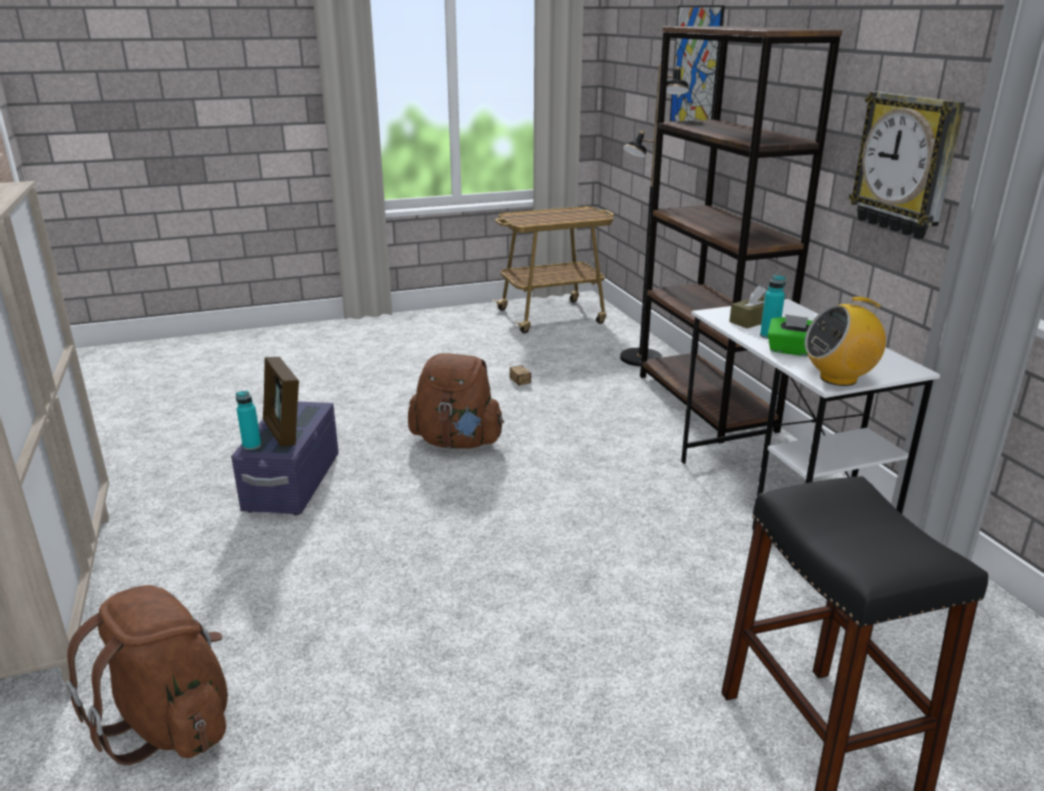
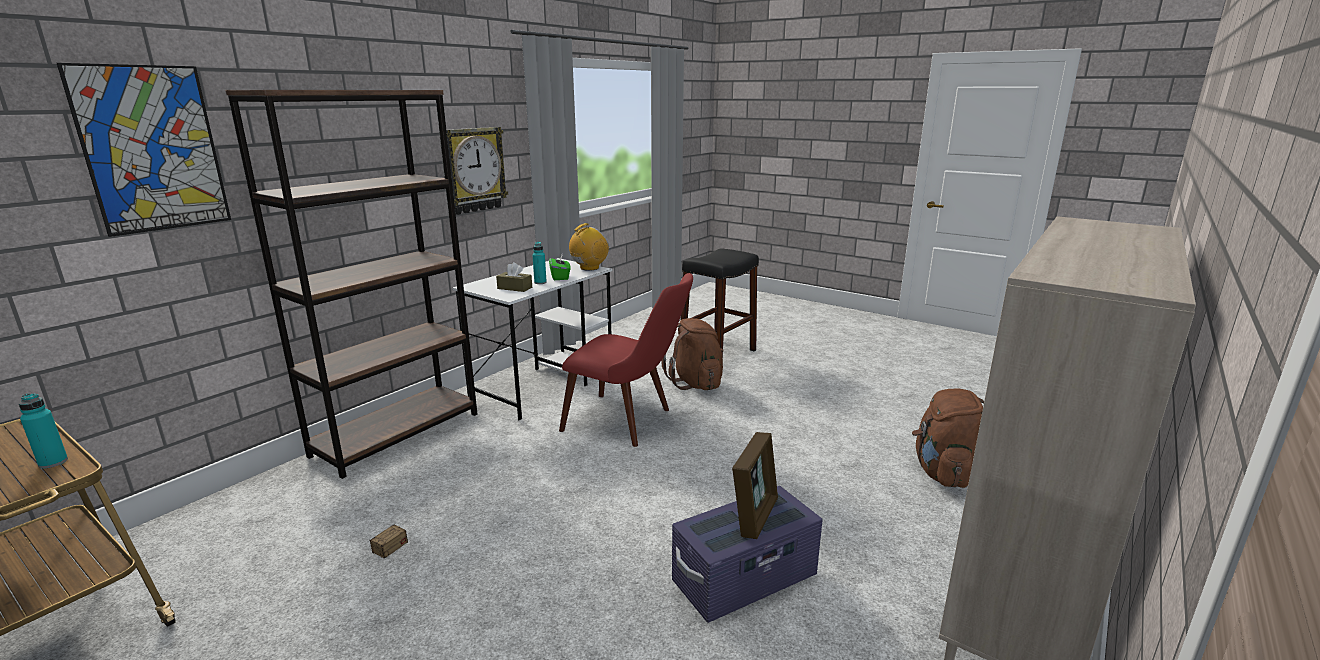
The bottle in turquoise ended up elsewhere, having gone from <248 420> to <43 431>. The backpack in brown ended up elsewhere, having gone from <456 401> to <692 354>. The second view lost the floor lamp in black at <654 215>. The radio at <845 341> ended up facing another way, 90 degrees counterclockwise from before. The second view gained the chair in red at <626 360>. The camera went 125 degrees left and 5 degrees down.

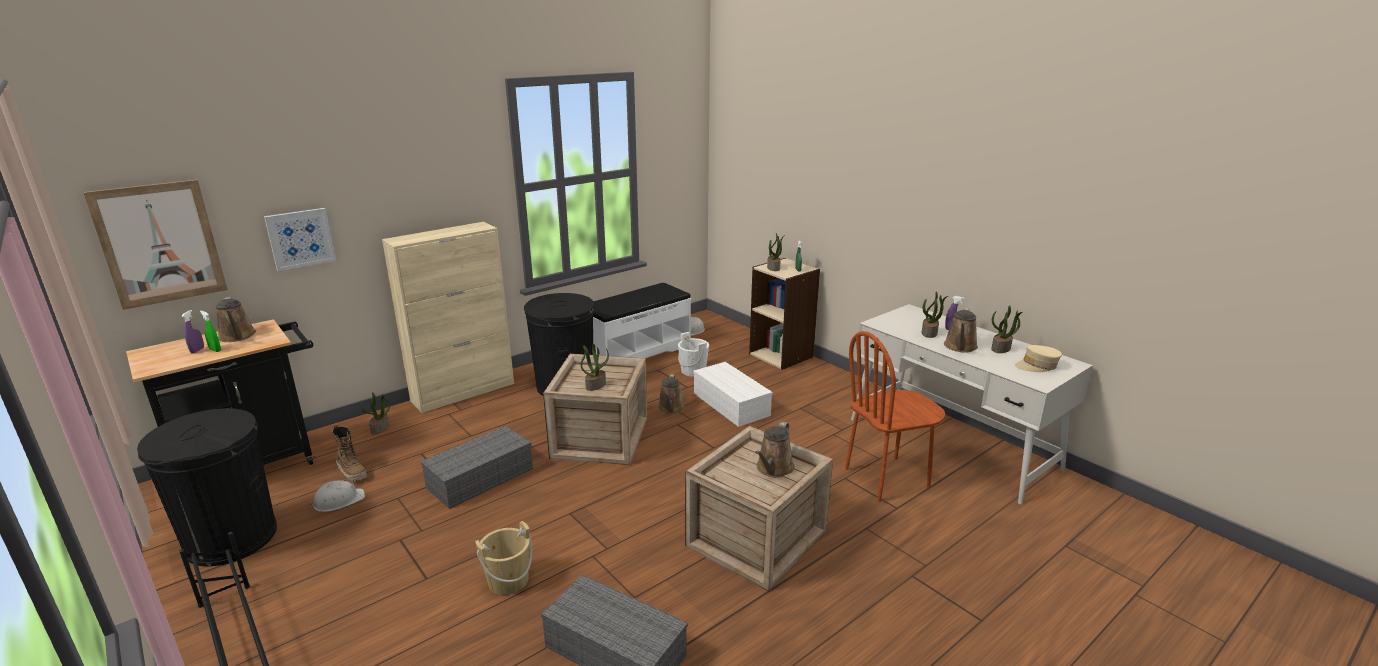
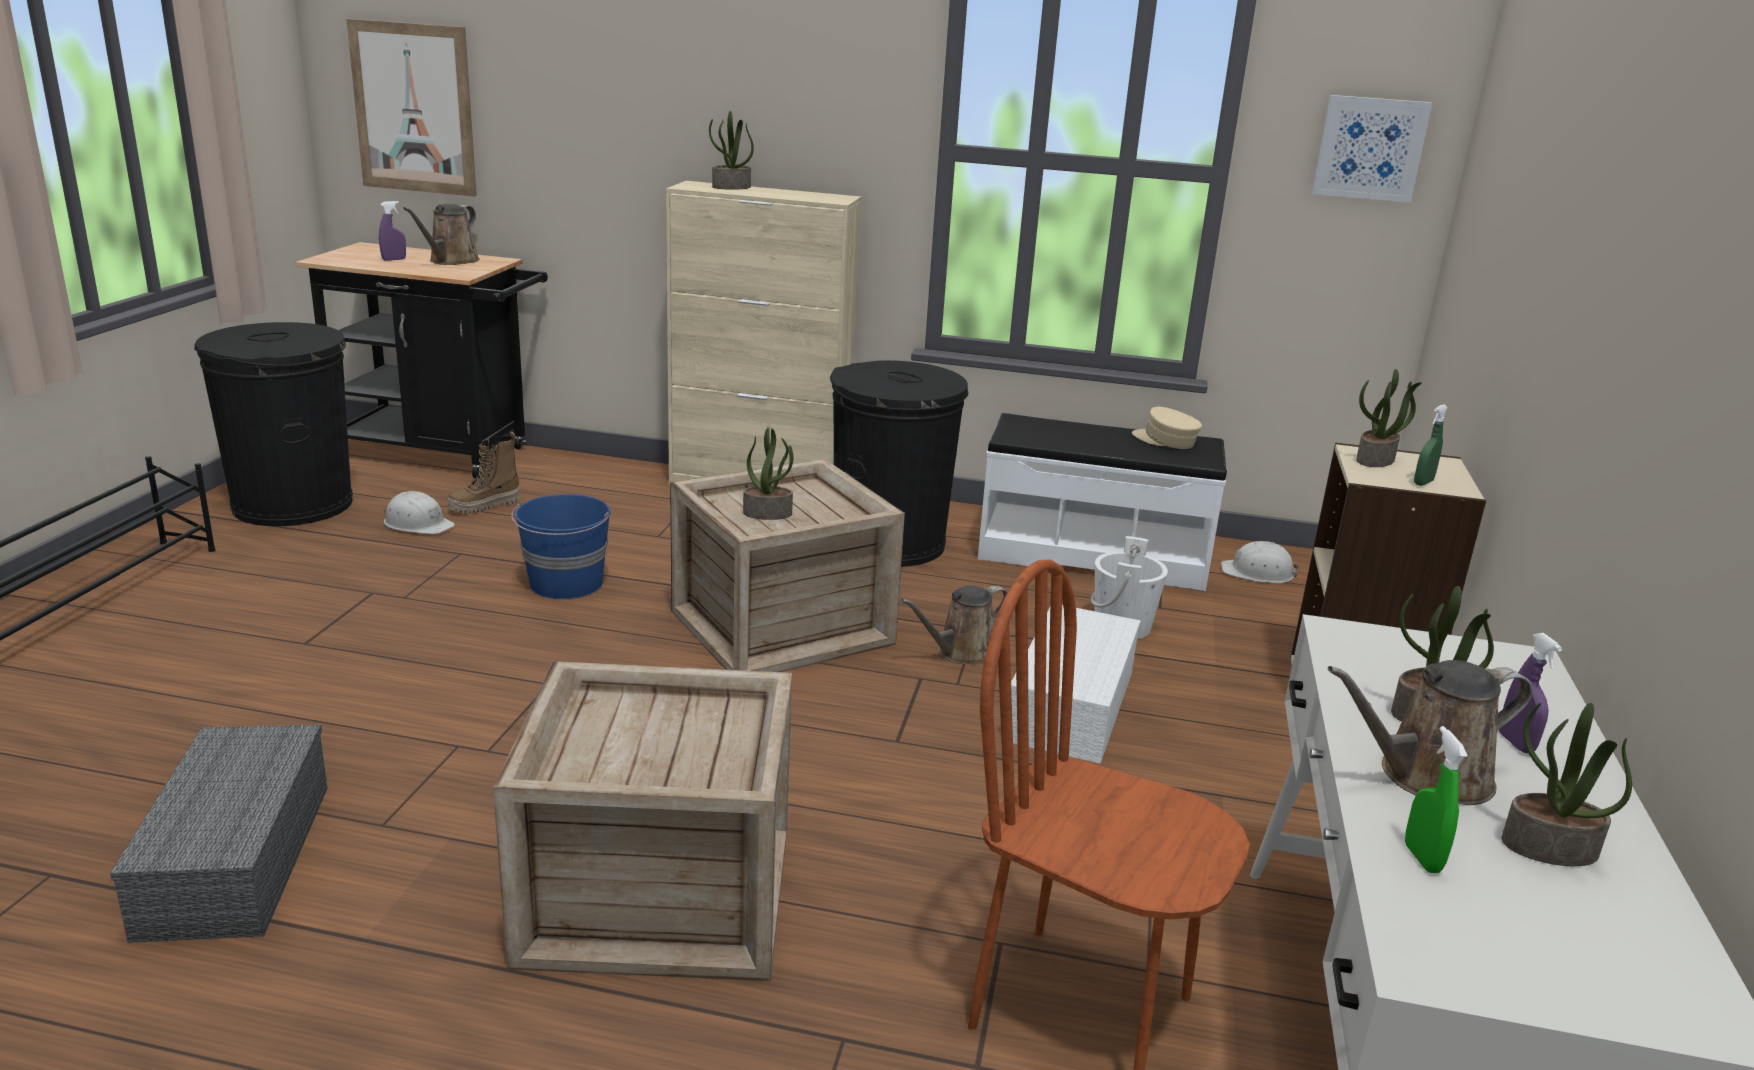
The spray bottle in green ended up elsewhere, having gone from <210 331> to <1436 799>. The picture ended up elsewhere, having gone from <300 239> to <1372 149>. The boot at <349 453> ended up facing another way, 45 degrees clockwise from before. The potted plant ended up elsewhere, having gone from <375 413> to <731 150>. Where the storage box in grey stood at <476 467>, the bucket in blue came to stand at <561 546>. The second view lost the bucket in beige at <503 558>. The second view lost the watering can in brown at <775 450>. The cap in beige ended up elsewhere, having gone from <1038 358> to <1167 428>. The camera went 50 degrees right and 0 degrees up.

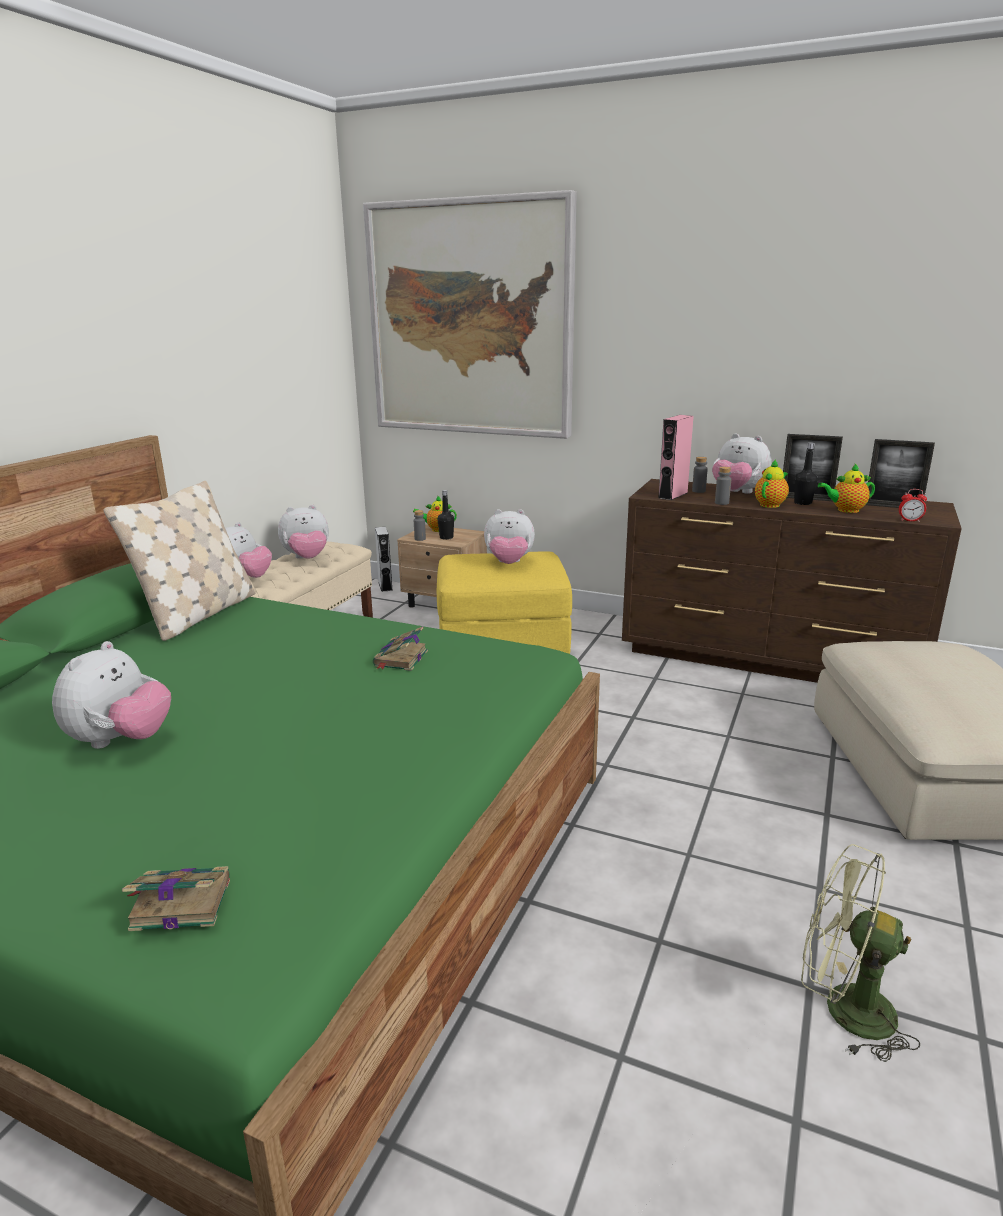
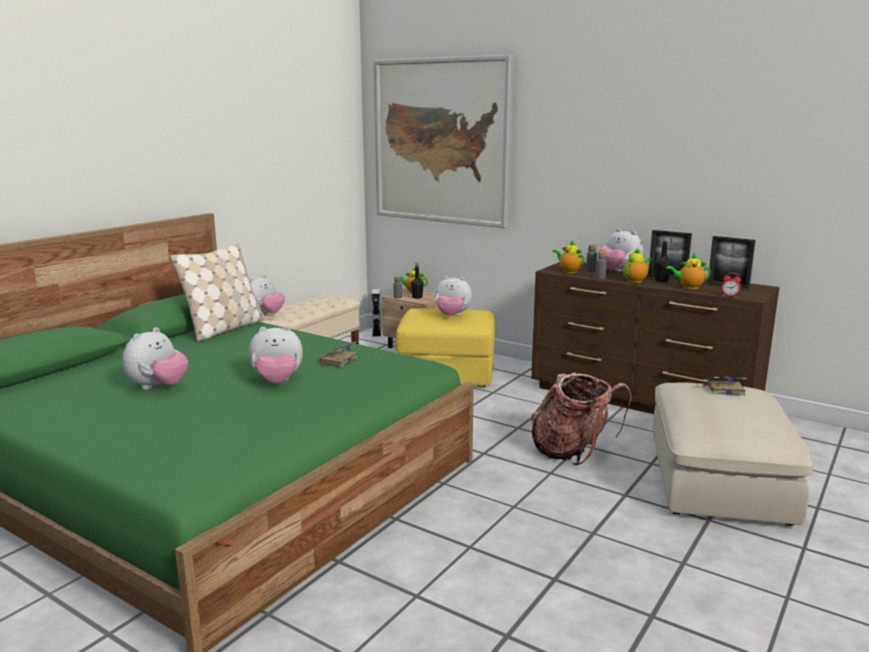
The book ended up elsewhere, having gone from <176 898> to <724 386>. The plush toy ended up elsewhere, having gone from <303 532> to <276 354>. Where the speaker in pink stood at <676 457>, the teapot came to stand at <568 256>. The second view lost the fan in green at <860 953>. The second view gained the backpack at <581 418>. The camera went 10 degrees right and 5 degrees down.

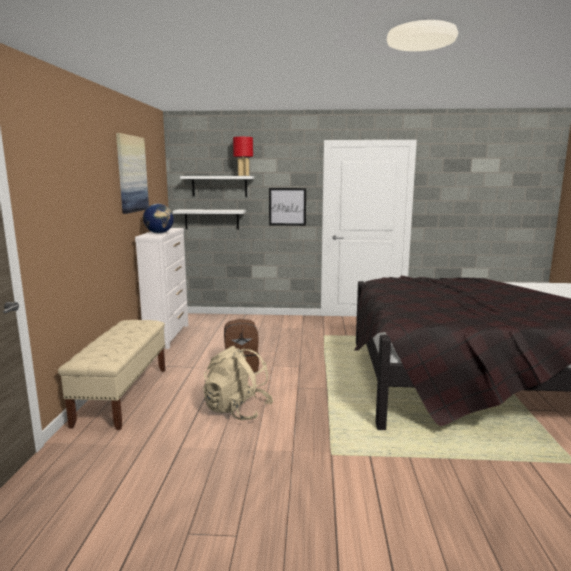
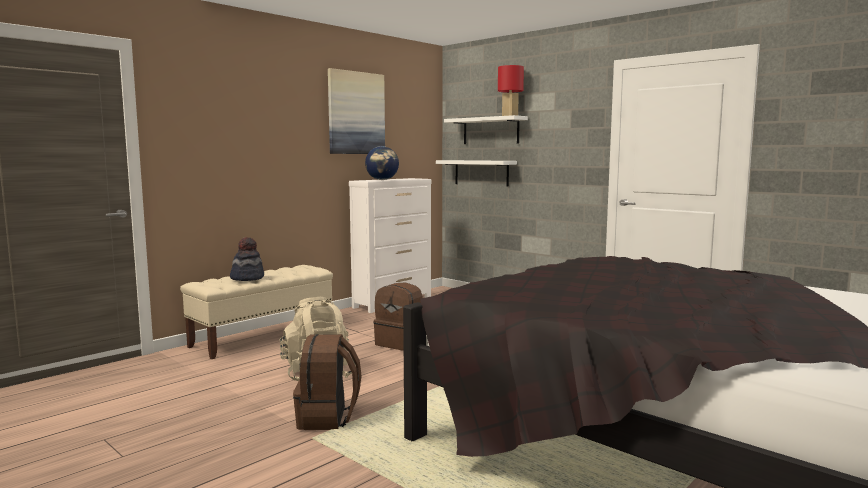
The second view lost the picture at <287 207>. The second view gained the hat at <247 259>. The second view gained the backpack in brown at <327 382>. The camera went 40 degrees right and 5 degrees down.

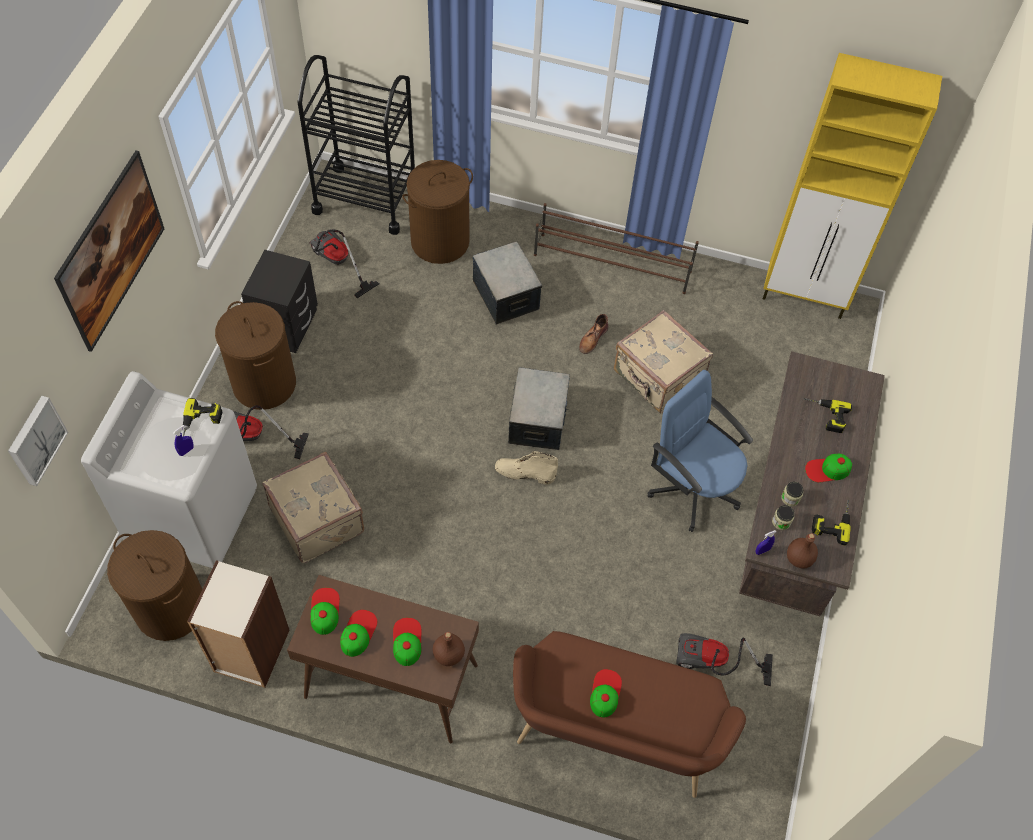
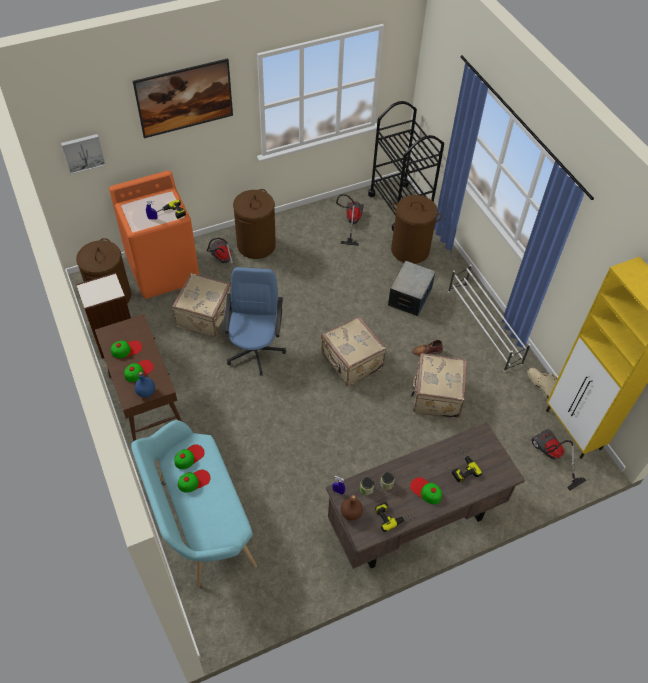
What was the washing machine in white at <169 469> turned into the washing machine in orange at <154 235>. The second view lost the nightstand in black at <279 301>. The cap ended up elsewhere, having gone from <325 611> to <189 456>. What was the bottle in brown at <449 649> turned into the bottle in blue at <145 384>. The boot in beige ended up elsewhere, having gone from <526 468> to <542 384>. Where the storage box stood at <539 408>, the suitcase in beige came to stand at <353 351>. What was the bench in brown at <629 714> turned into the bench in turquoise at <194 503>. What was the shoe rack in brown at <616 248> turned into the shoe rack in white at <489 318>. The office chair in blue ended up elsewhere, having gone from <700 451> to <254 321>. The vacuum cleaner ended up elsewhere, having gone from <724 659> to <559 460>. The camera went 50 degrees right and 5 degrees down.

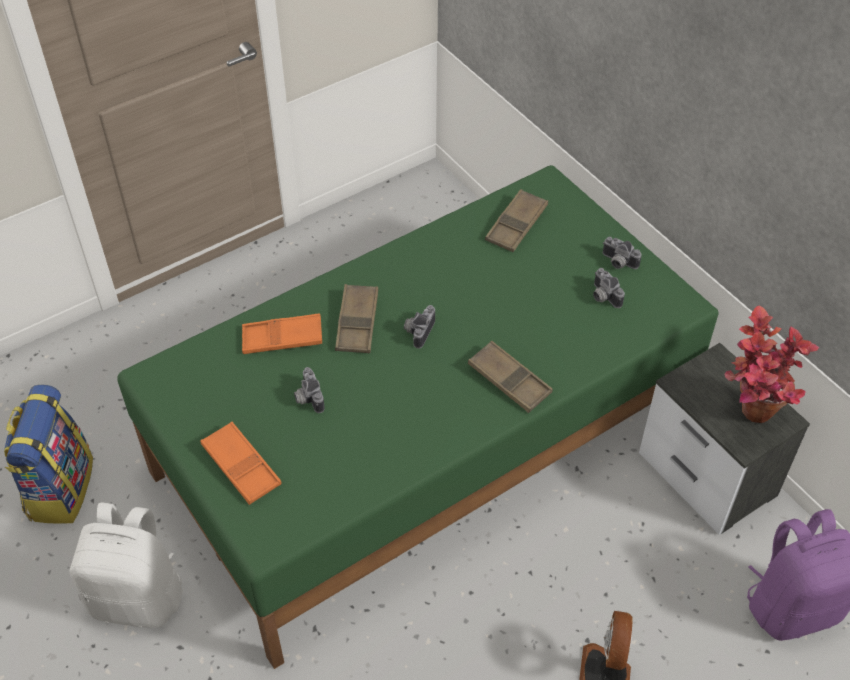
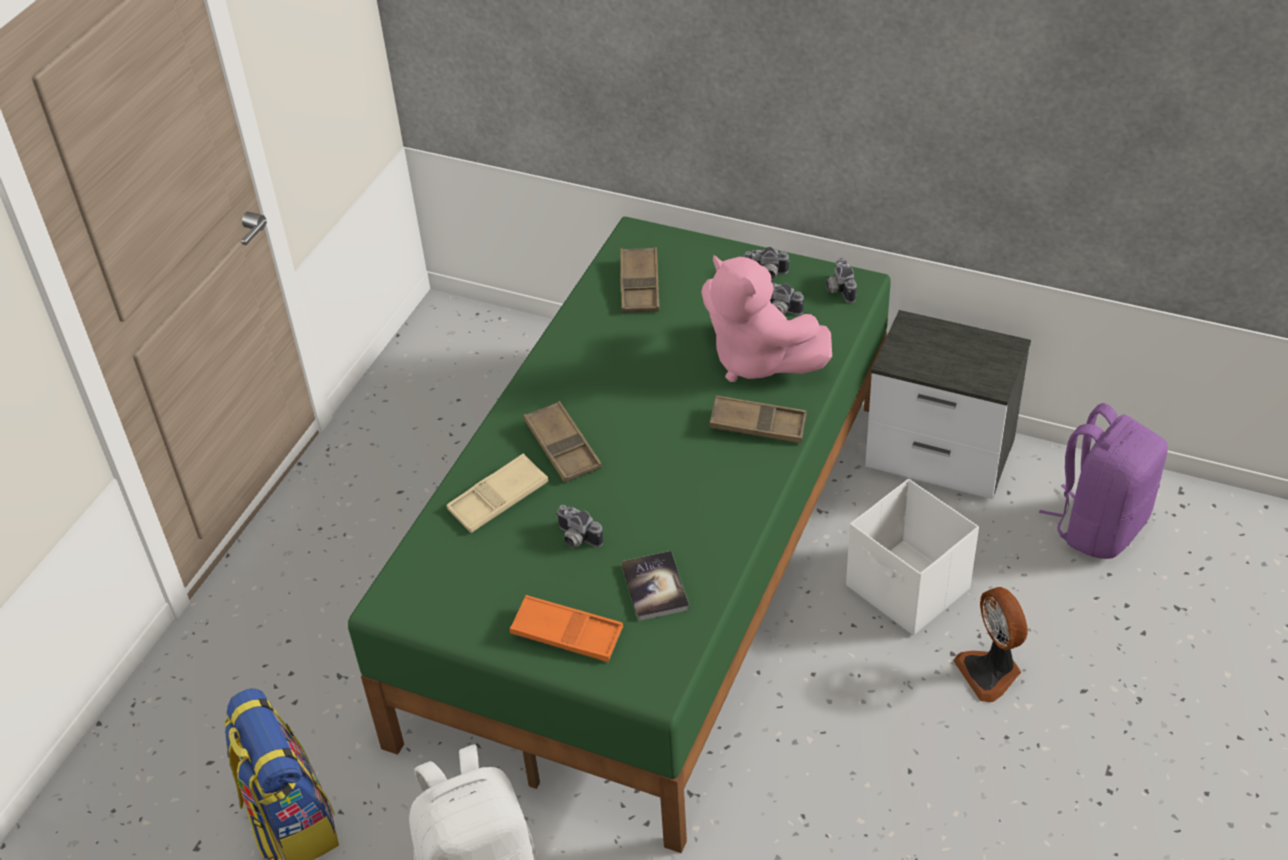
What was the tray in orange at <282 333> turned into the tray in beige at <497 493>. The photo camera ended up elsewhere, having gone from <419 327> to <841 280>. The second view lost the potted plant at <771 364>. The second view gained the book at <655 586>. The second view gained the plush toy in pink at <766 318>. The second view gained the storage box in white at <912 557>. The camera went 30 degrees left and 5 degrees down.

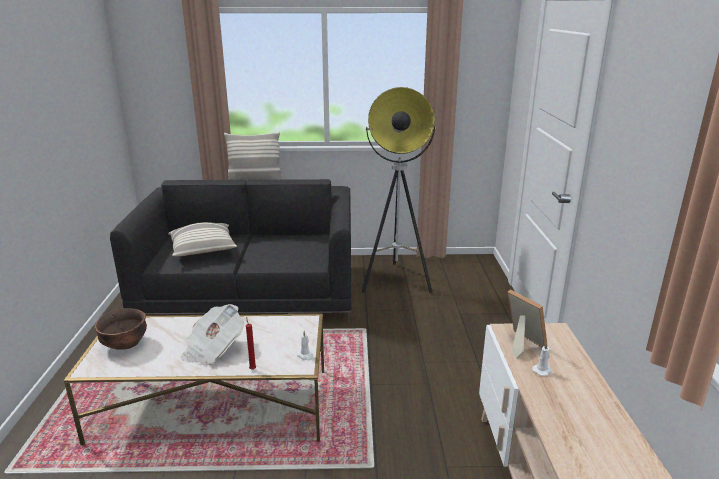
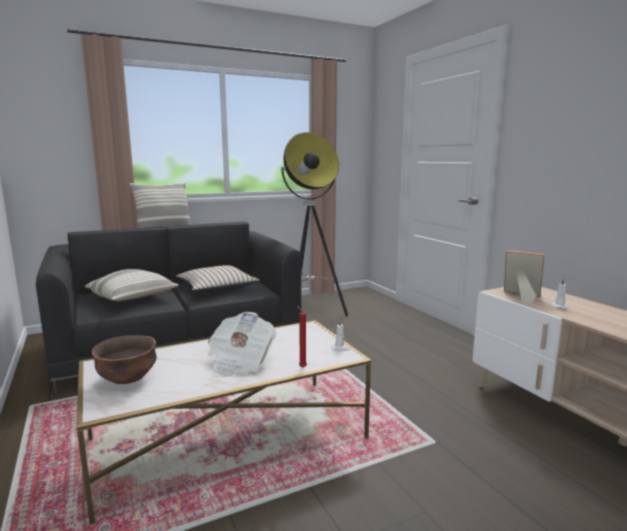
The second view gained the pillow in beige at <218 279>. The camera went 25 degrees left and 10 degrees down.

